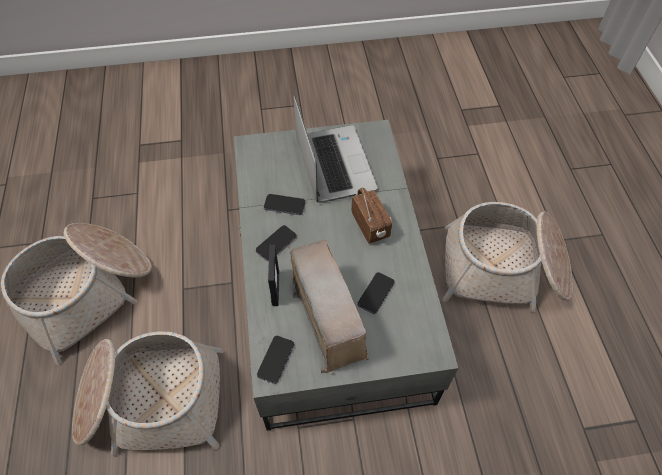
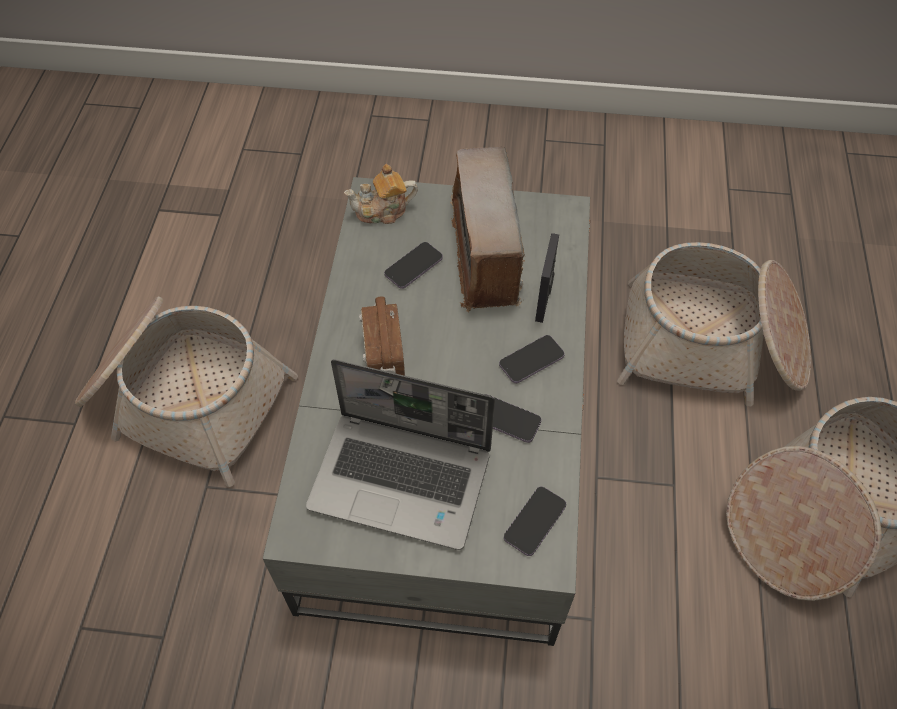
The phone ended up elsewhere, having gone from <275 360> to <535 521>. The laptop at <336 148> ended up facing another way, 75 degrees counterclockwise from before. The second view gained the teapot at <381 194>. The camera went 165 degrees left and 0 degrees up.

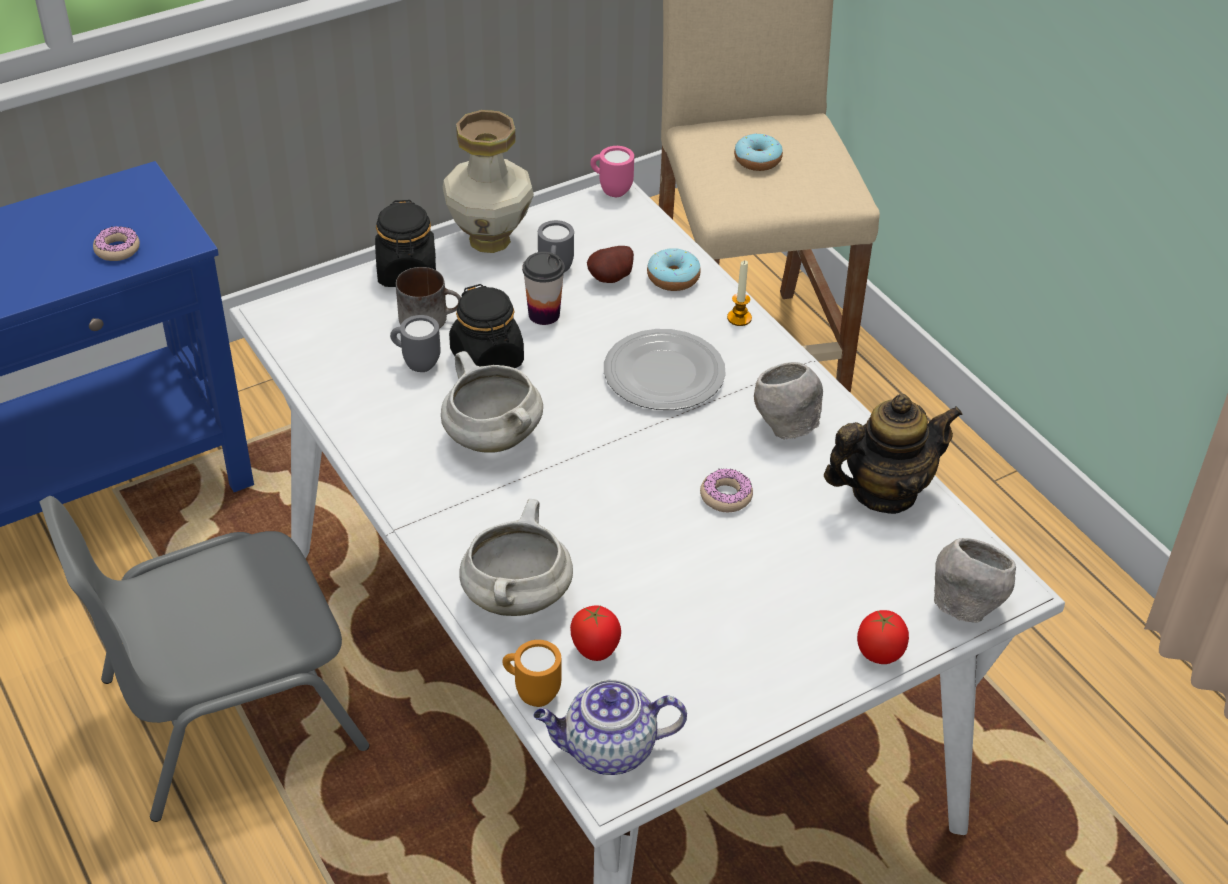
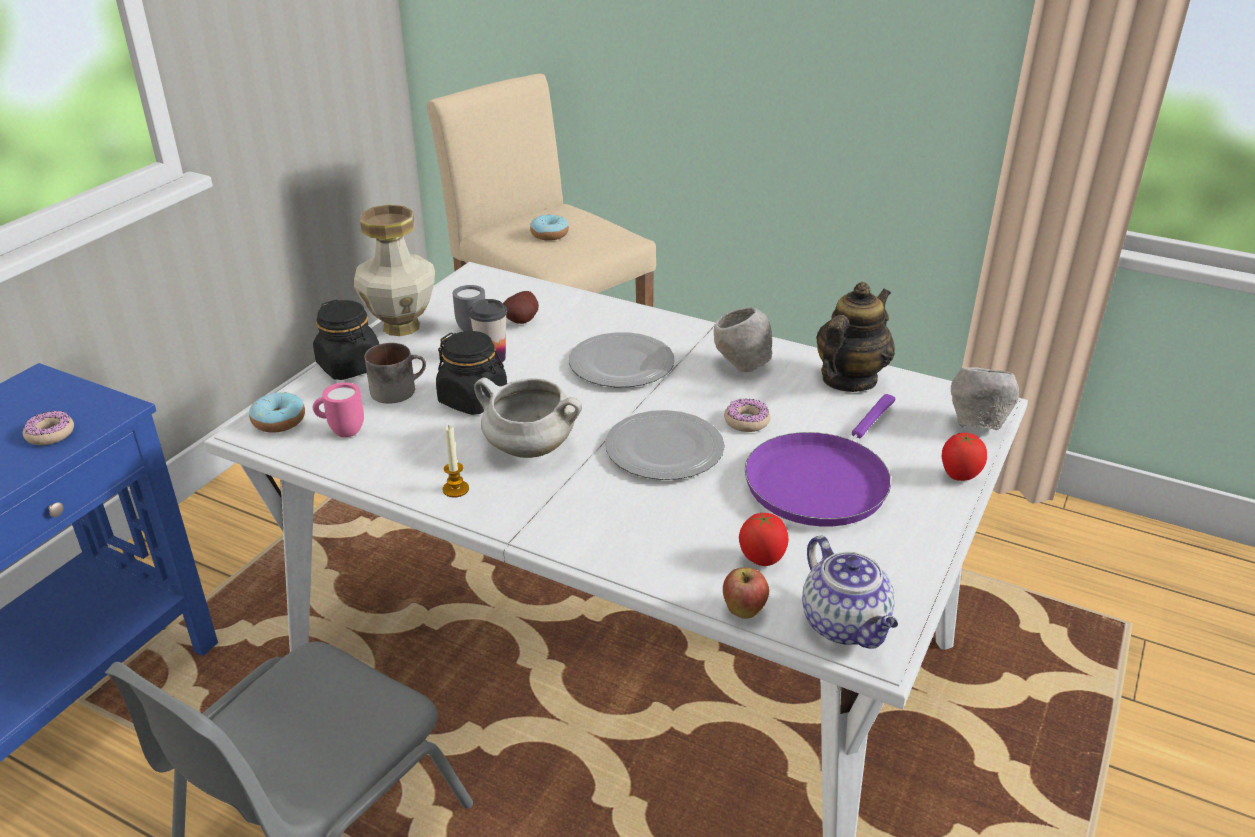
The second view lost the mug in grey at <415 343>. The second view lost the cooking pot in white at <516 557>. Where the mug in orange stood at <531 673>, the apple came to stand at <746 593>. The teapot at <610 727> ended up facing another way, 75 degrees counterclockwise from before. The mug in pink ended up elsewhere, having gone from <612 171> to <338 409>. The donut ended up elsewhere, having gone from <674 269> to <277 412>. The candle ended up elsewhere, having gone from <739 293> to <456 462>. The second view gained the plate at <665 445>. The second view gained the frying pan in purple at <820 460>. The camera went 30 degrees left and 10 degrees down.

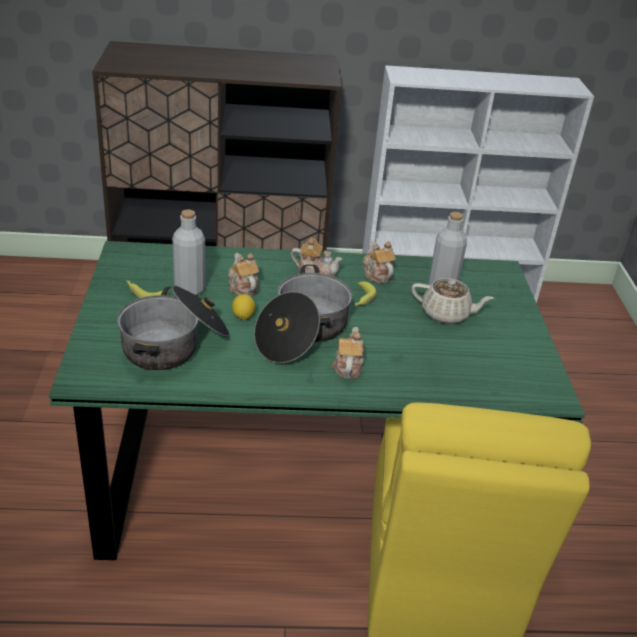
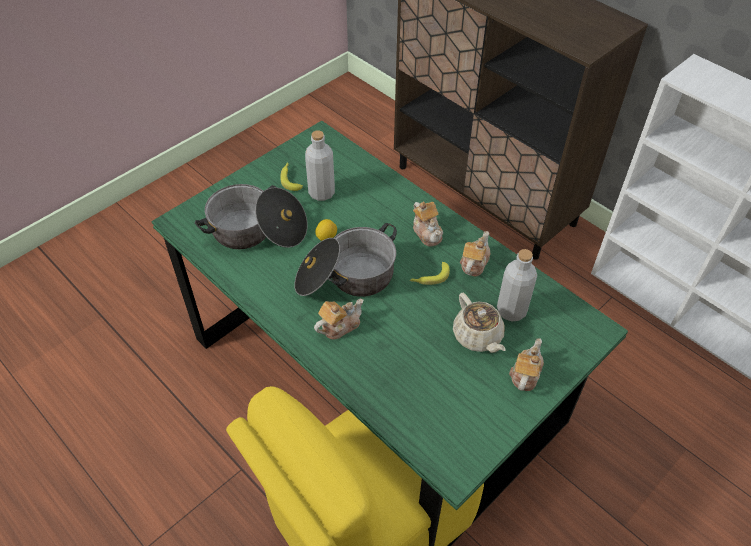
The teapot ended up elsewhere, having gone from <243 274> to <526 364>. The camera went 50 degrees right and 15 degrees up.

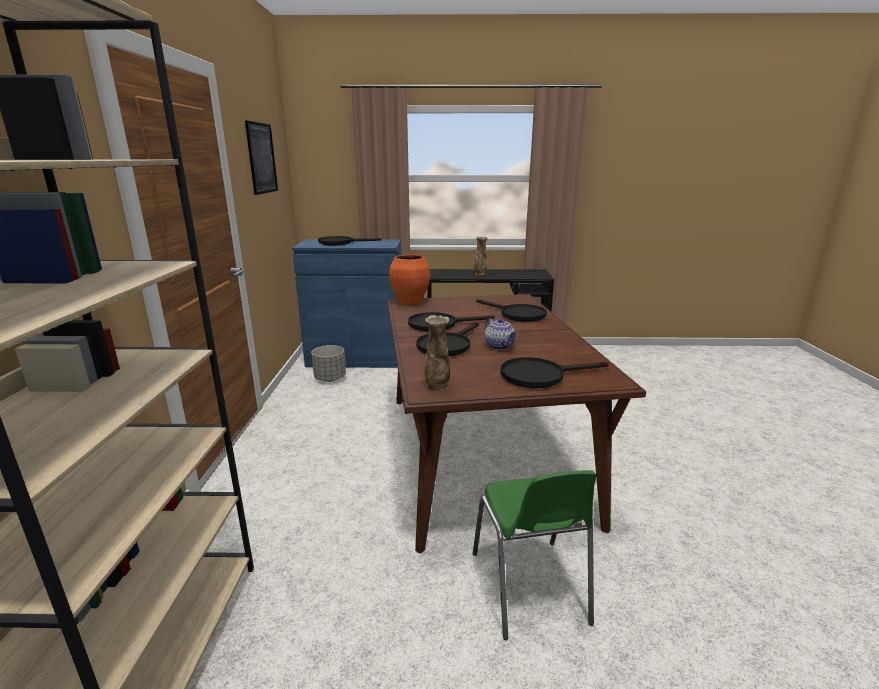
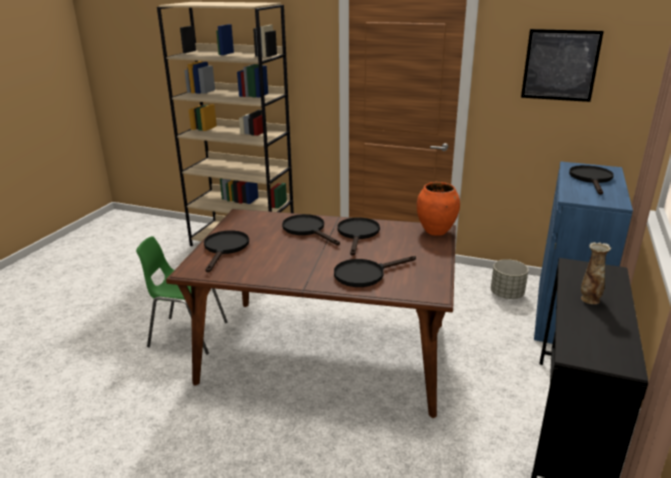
The second view lost the vase at <437 353>. The second view lost the teapot at <500 334>. The camera went 110 degrees right and 5 degrees up.

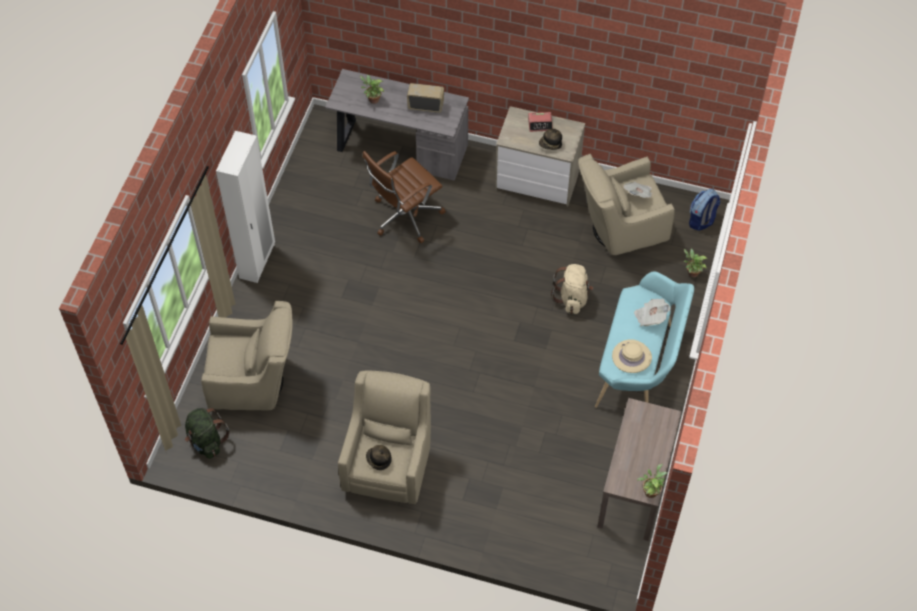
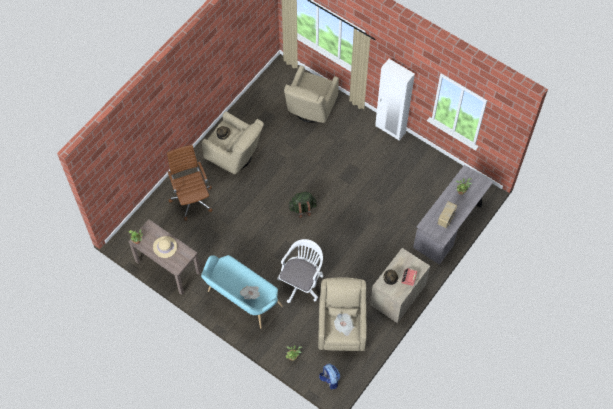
The backpack in green ended up elsewhere, having gone from <207 433> to <302 205>. The office chair in brown ended up elsewhere, having gone from <404 197> to <190 183>. Where the backpack in beige stood at <572 289>, the office chair in white came to stand at <300 271>. The hat in beige ended up elsewhere, having gone from <632 356> to <165 247>. The camera went 110 degrees right and 5 degrees up.

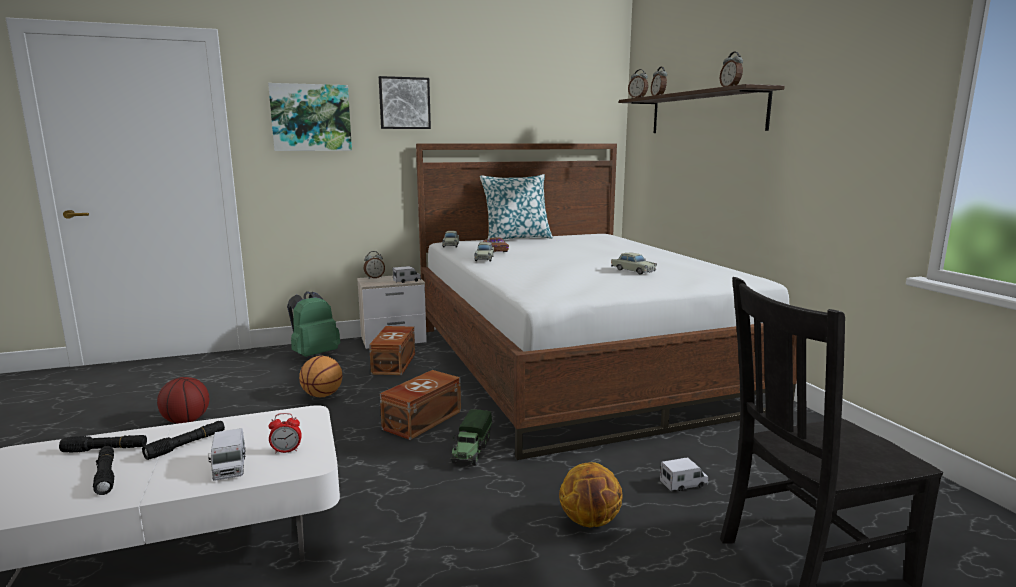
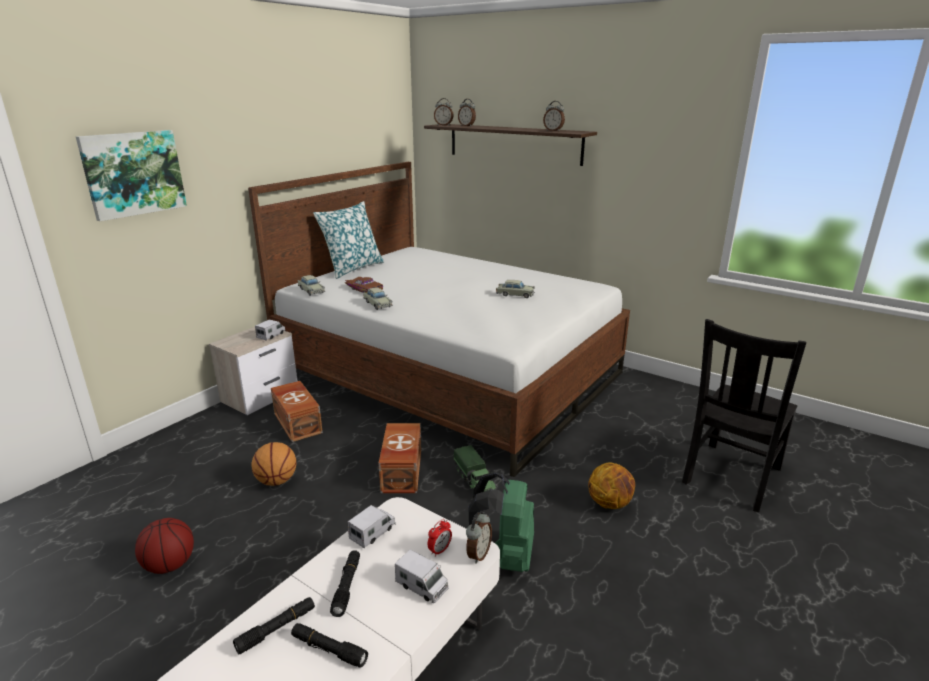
The backpack in green ended up elsewhere, having gone from <313 324> to <501 522>. The alarm clock ended up elsewhere, having gone from <374 265> to <479 538>. The second view lost the picture at <405 102>. The toy truck ended up elsewhere, having gone from <684 474> to <372 527>. The camera went 35 degrees left and 10 degrees up.

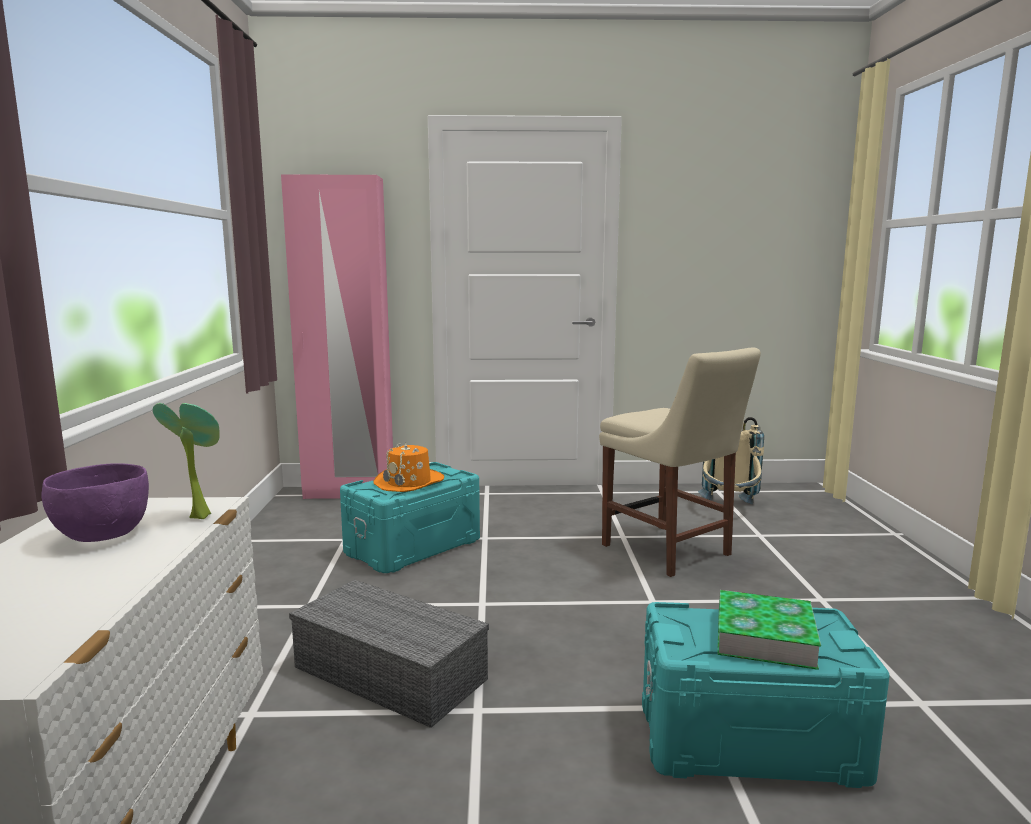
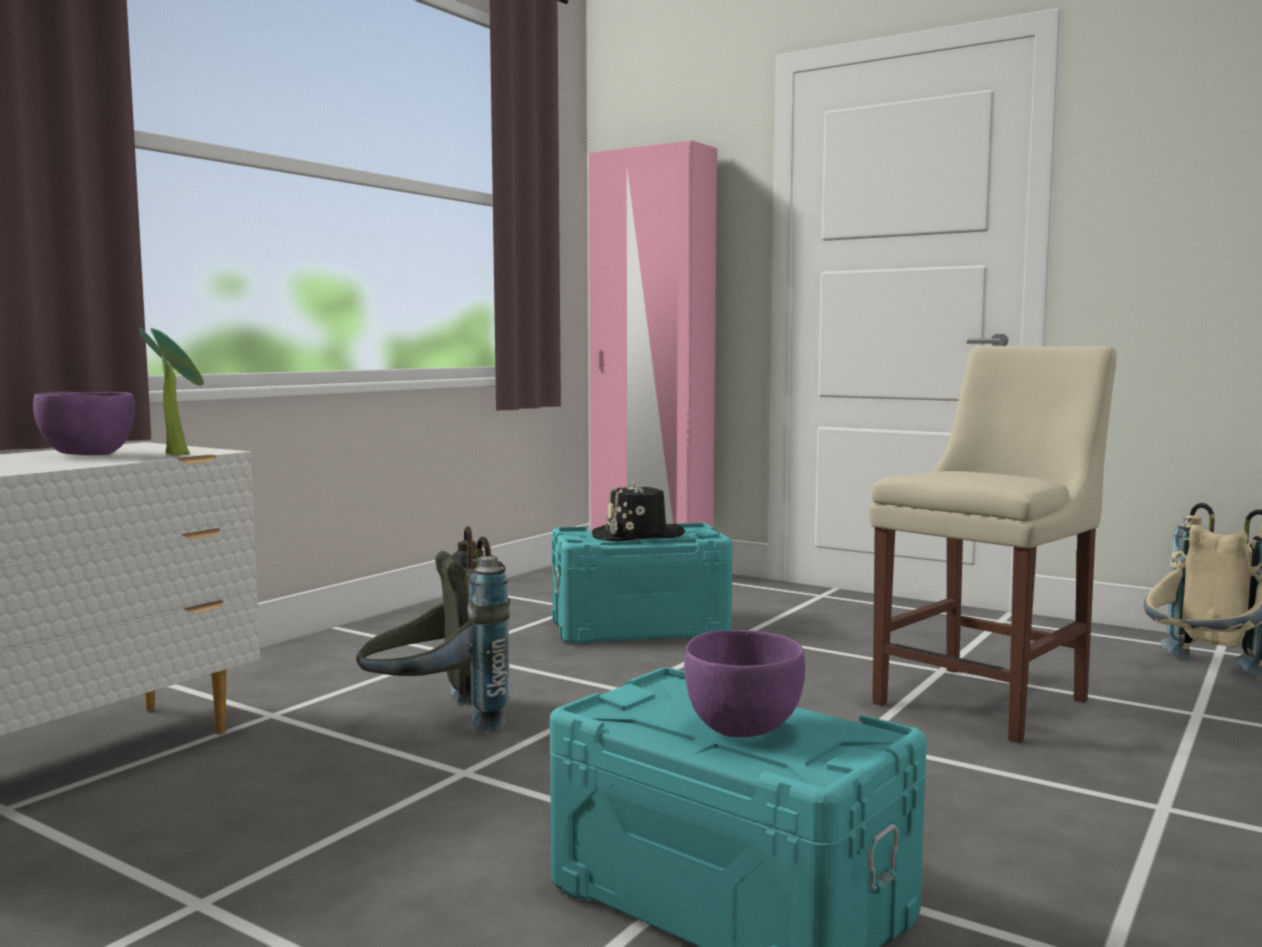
Where the storage box in grey stood at <389 654>, the backpack in grey came to stand at <433 629>. What was the hat in orange at <408 467> turned into the hat in black at <638 510>. The chair in beige at <680 462> ended up facing another way, 135 degrees counterclockwise from before. Where the book stood at <769 630>, the bowl in purple came to stand at <744 683>. The camera went 35 degrees right and 5 degrees down.

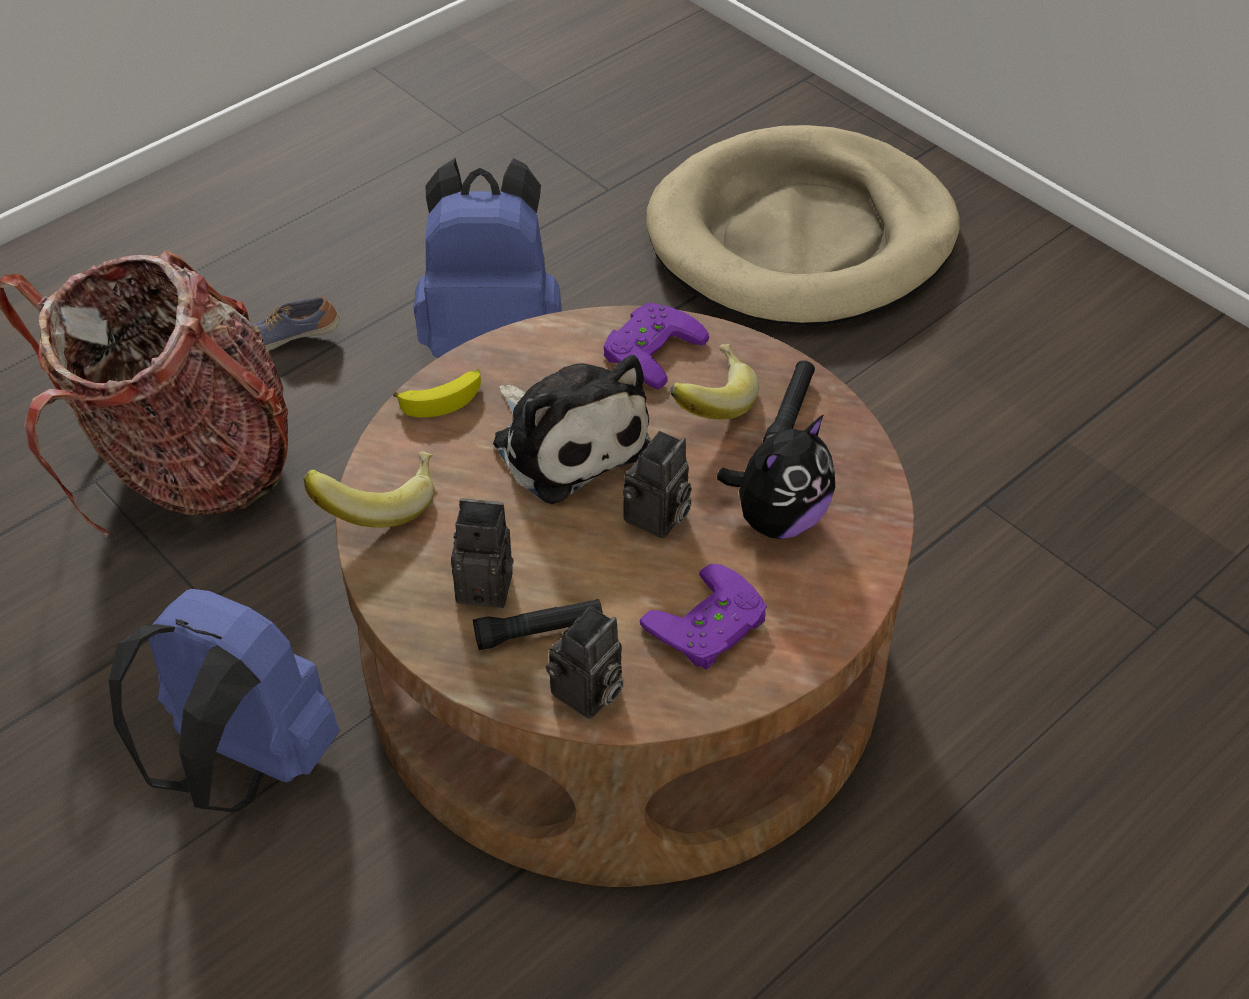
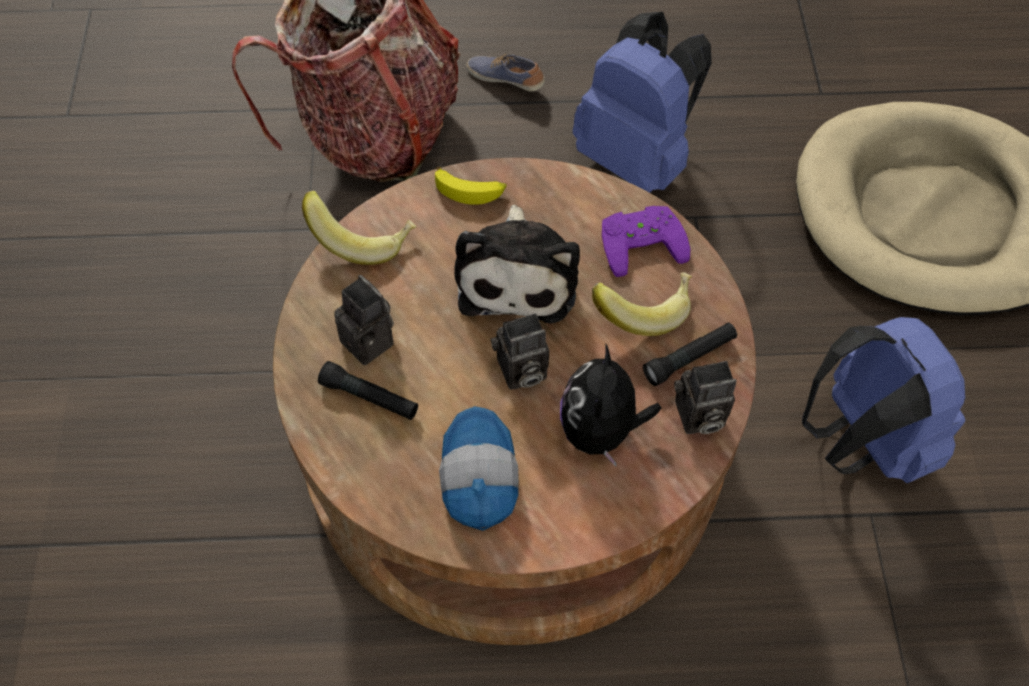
The backpack in blue ended up elsewhere, having gone from <224 700> to <883 400>. The photo camera ended up elsewhere, having gone from <585 662> to <705 397>. Where the game controller in purple stood at <703 616>, the cap came to stand at <479 468>. The plush toy at <776 476> ended up facing another way, 105 degrees clockwise from before. The camera went 40 degrees right and 10 degrees up.

